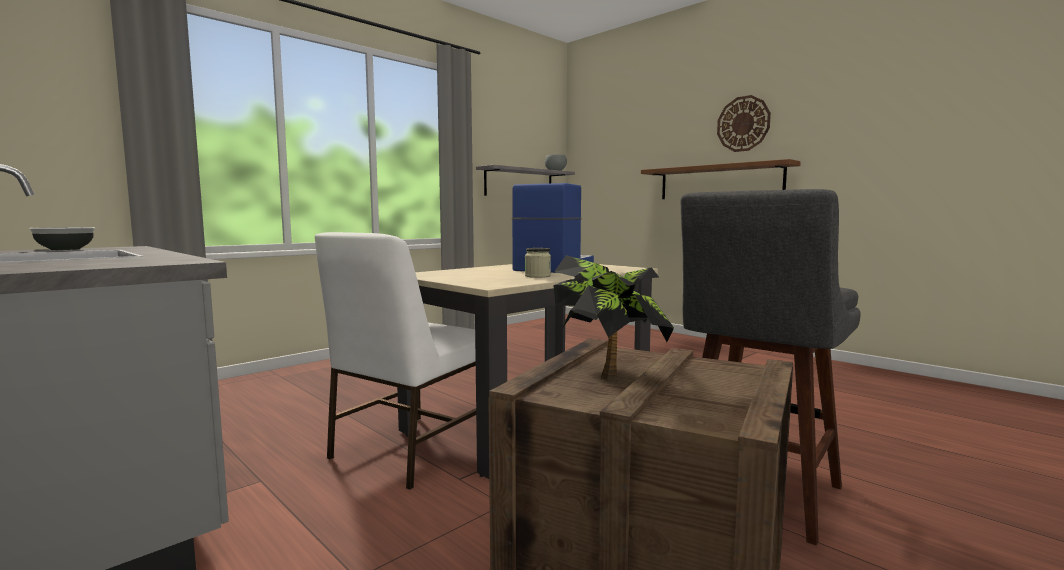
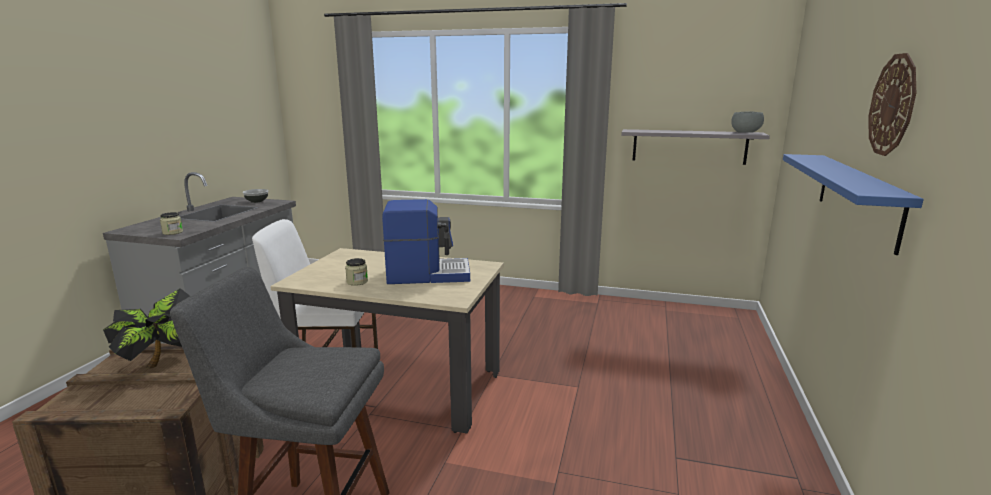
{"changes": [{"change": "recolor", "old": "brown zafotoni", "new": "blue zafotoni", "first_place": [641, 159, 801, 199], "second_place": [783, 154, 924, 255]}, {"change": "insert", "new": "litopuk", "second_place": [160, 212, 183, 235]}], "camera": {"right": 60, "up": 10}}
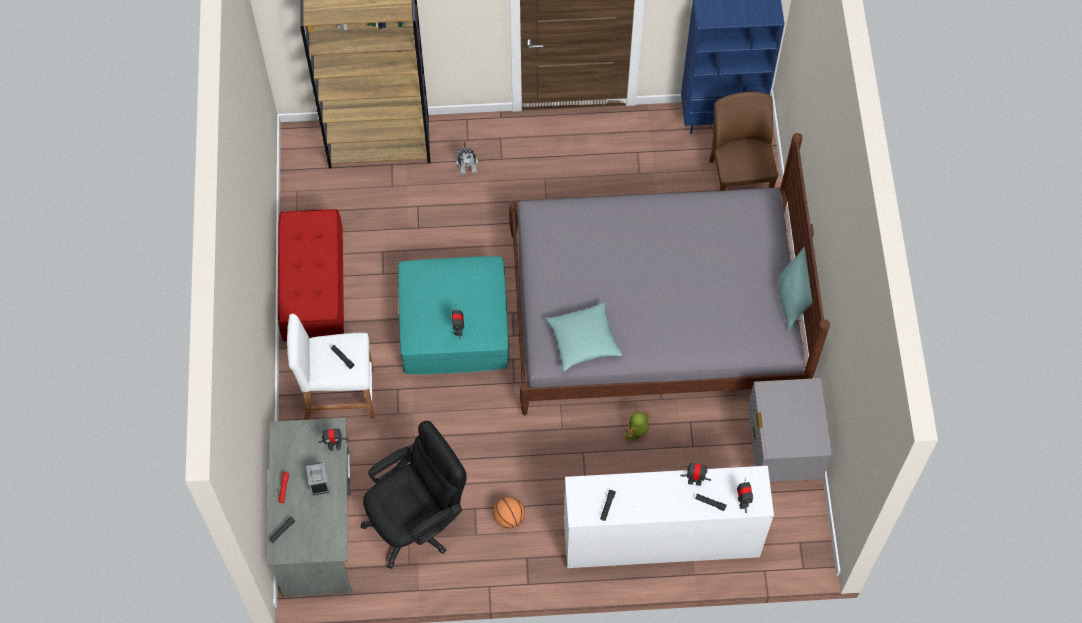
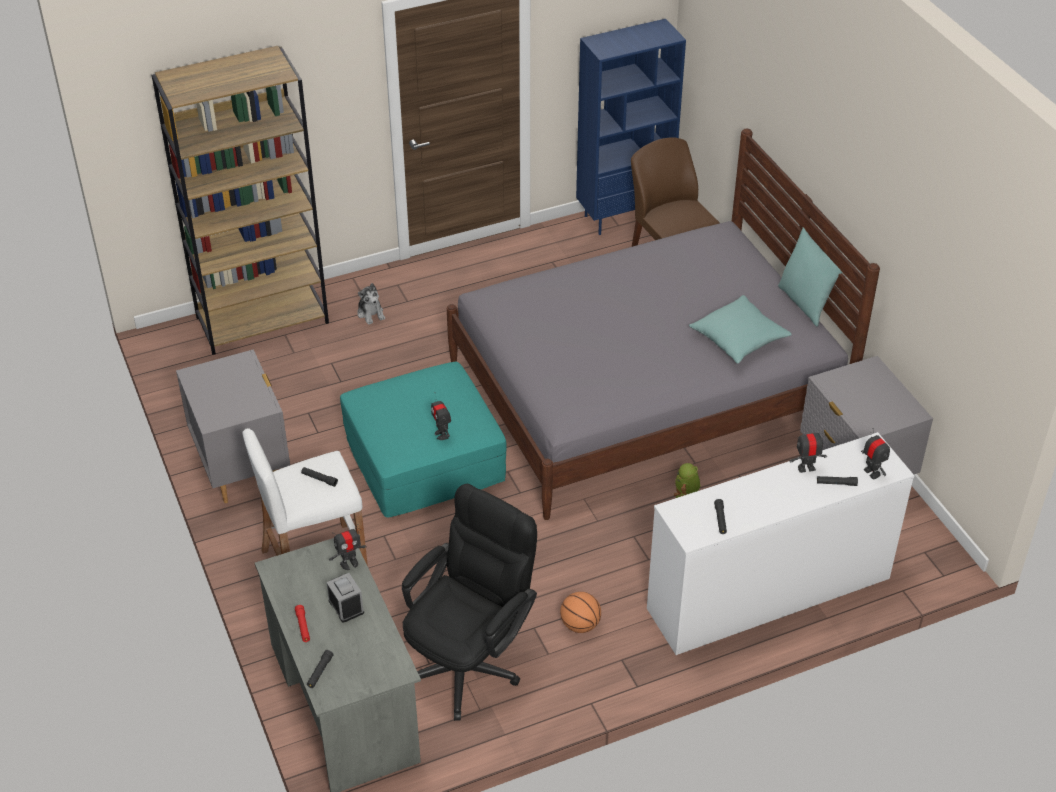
{"changes": [{"change": "replace", "old": "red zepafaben", "new": "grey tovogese", "first_place": [278, 209, 344, 341], "second_place": [176, 349, 290, 503]}, {"change": "move", "old": "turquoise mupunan", "first_place": [546, 301, 622, 371], "second_place": [689, 295, 792, 364]}], "camera": {"right": -20, "up": -20}}
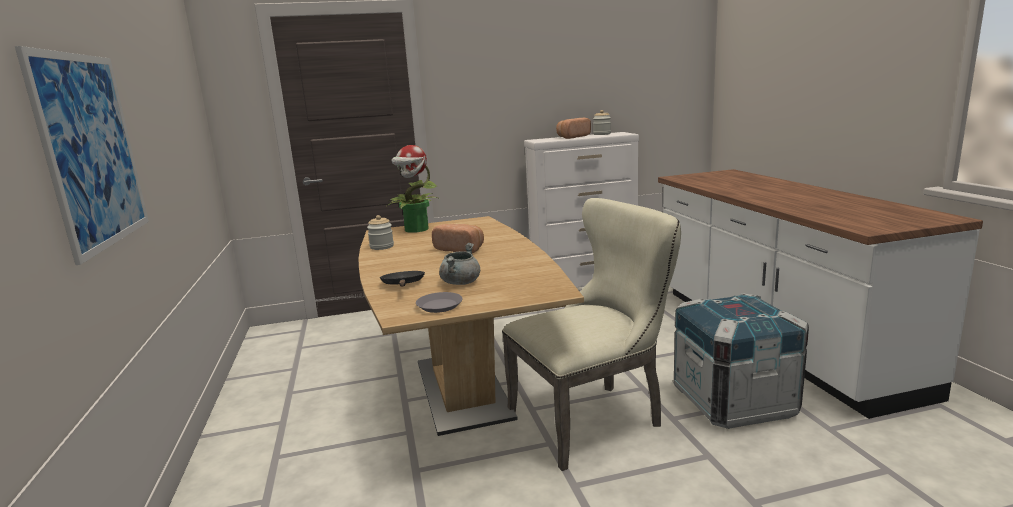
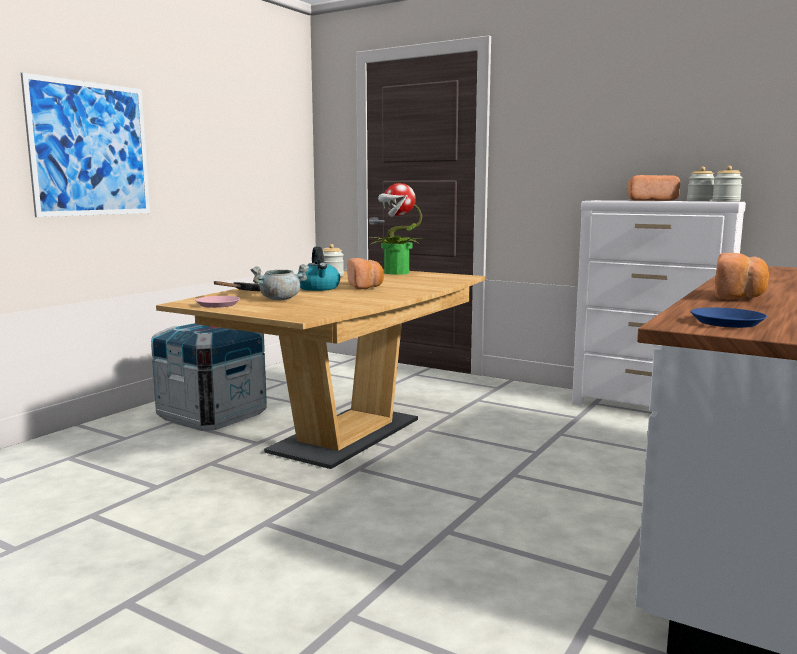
{"changes": [{"change": "delete", "old": "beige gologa", "first_place": [502, 198, 681, 471]}, {"change": "recolor", "old": "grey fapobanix", "new": "pink fapobanix", "first_place": [416, 292, 463, 313], "second_place": [195, 296, 240, 308]}, {"change": "move", "old": "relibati", "first_place": [674, 293, 809, 429], "second_place": [151, 323, 267, 431]}, {"change": "insert", "new": "litopuk", "second_place": [712, 166, 743, 202]}, {"change": "insert", "new": "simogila", "second_place": [297, 247, 340, 291]}, {"change": "insert", "new": "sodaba", "second_place": [715, 253, 769, 300]}, {"change": "insert", "new": "blue fapobanix", "second_place": [691, 308, 767, 328]}], "camera": {"right": 45, "up": -5}}
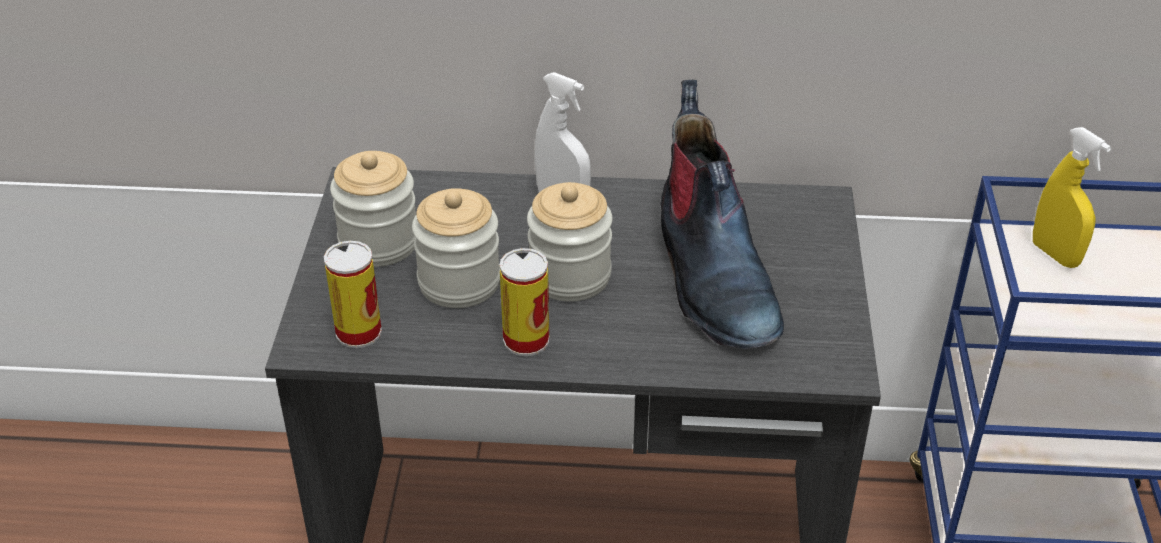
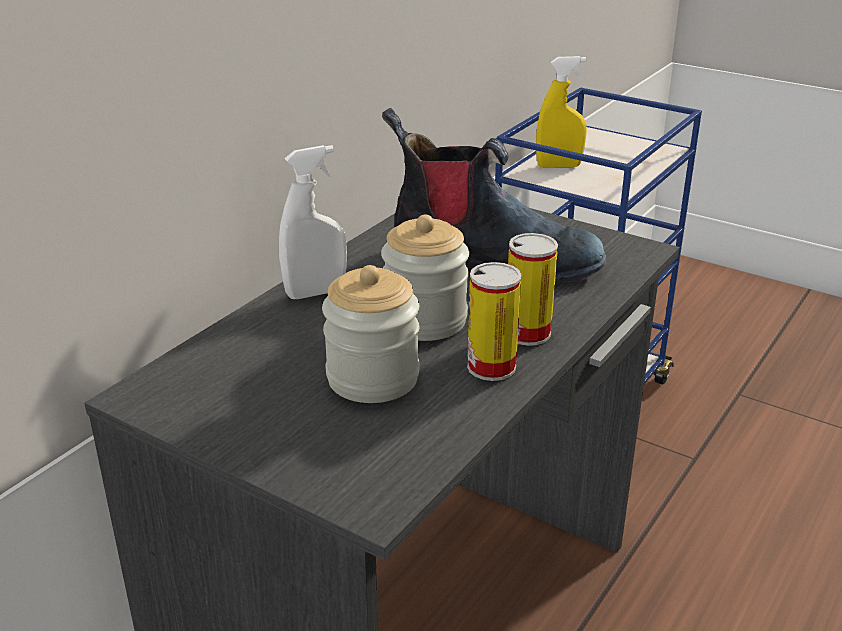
{"changes": [{"change": "delete", "old": "litopuk", "first_place": [330, 151, 416, 267]}, {"change": "move", "old": "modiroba", "first_place": [324, 241, 382, 348], "second_place": [508, 233, 558, 346]}], "camera": {"right": -60, "up": -10}}
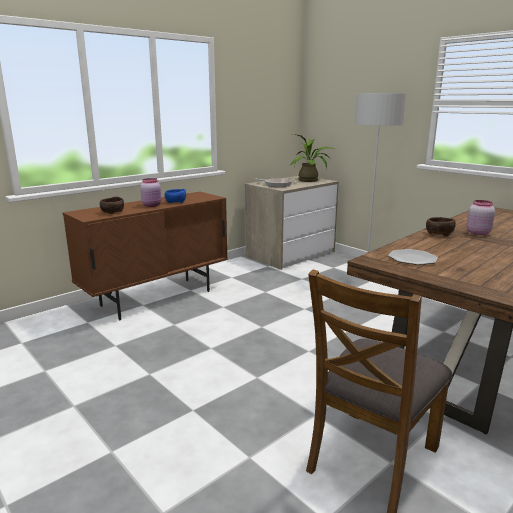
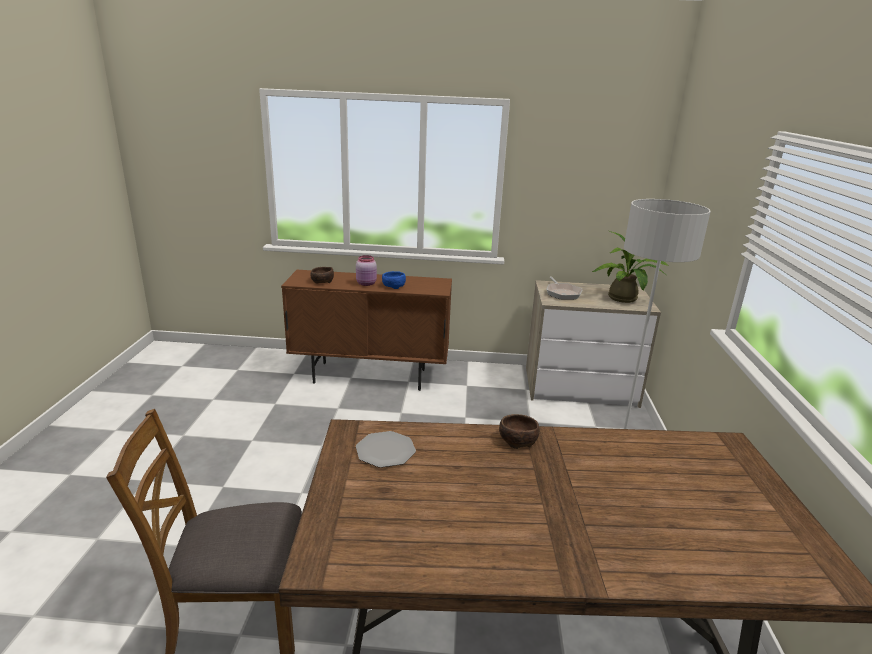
{"changes": [{"change": "delete", "old": "pink litopuk", "first_place": [466, 200, 495, 235]}], "camera": {"right": 45, "up": 5}}
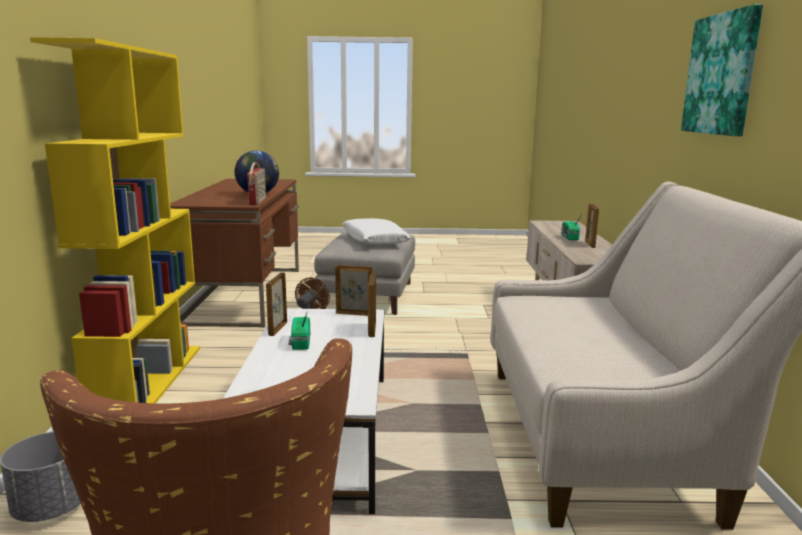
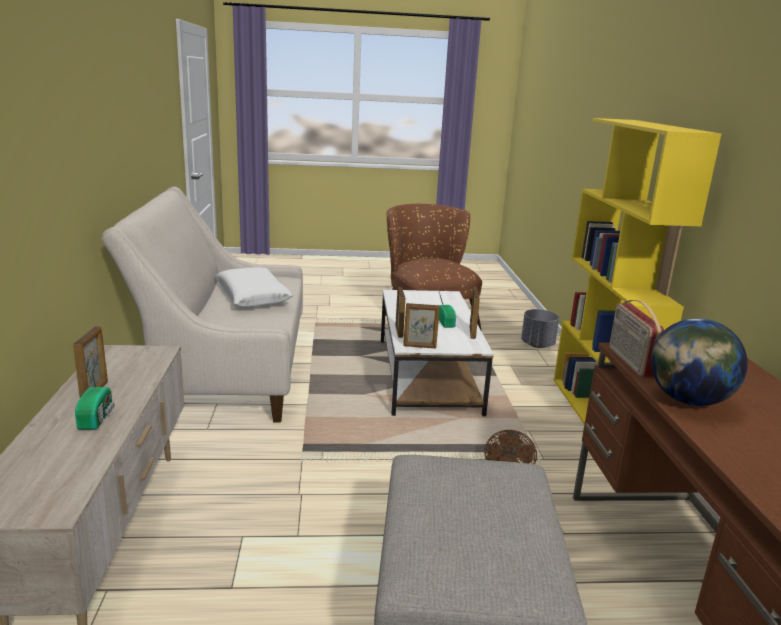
{"changes": [{"change": "delete", "old": "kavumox", "first_place": [681, 4, 763, 136]}, {"change": "move", "old": "white mupunan", "first_place": [342, 218, 411, 244], "second_place": [215, 267, 293, 307]}], "camera": {"right": 175, "up": 5}}
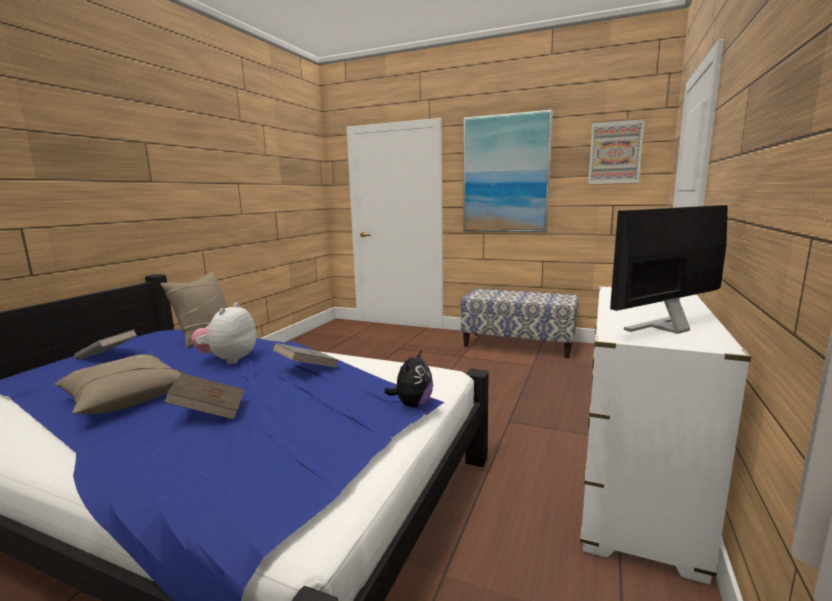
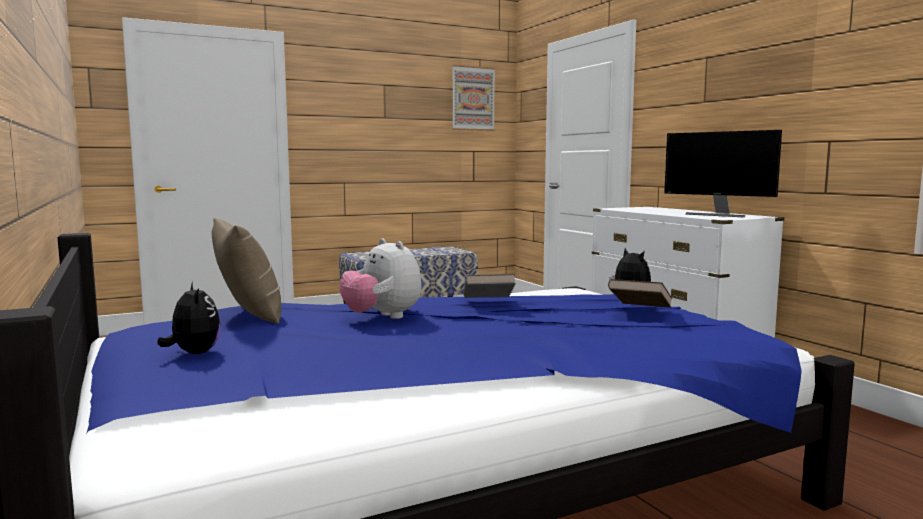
{"changes": [{"change": "delete", "old": "kavumox", "first_place": [463, 110, 553, 232]}, {"change": "rotate", "old": "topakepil", "first_place": [610, 205, 728, 334], "second_place": [664, 130, 782, 217], "degrees": -60}, {"change": "replace", "old": "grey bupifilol", "new": "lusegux", "first_place": [74, 329, 138, 360], "second_place": [157, 282, 221, 354]}, {"change": "delete", "old": "beige mupunan", "first_place": [54, 354, 182, 415]}, {"change": "move", "old": "brown bupifilol", "first_place": [164, 373, 245, 420], "second_place": [608, 279, 672, 308]}], "camera": {"right": -50, "up": -5}}
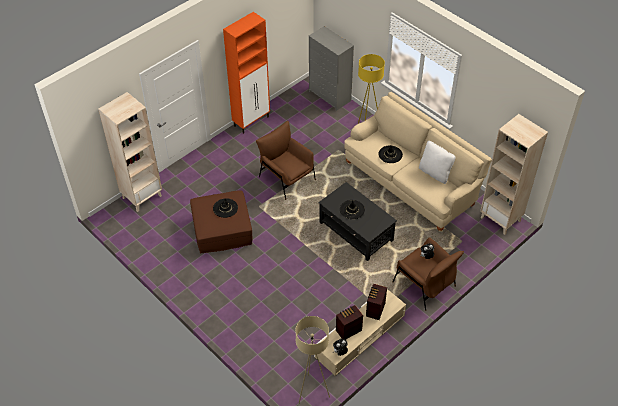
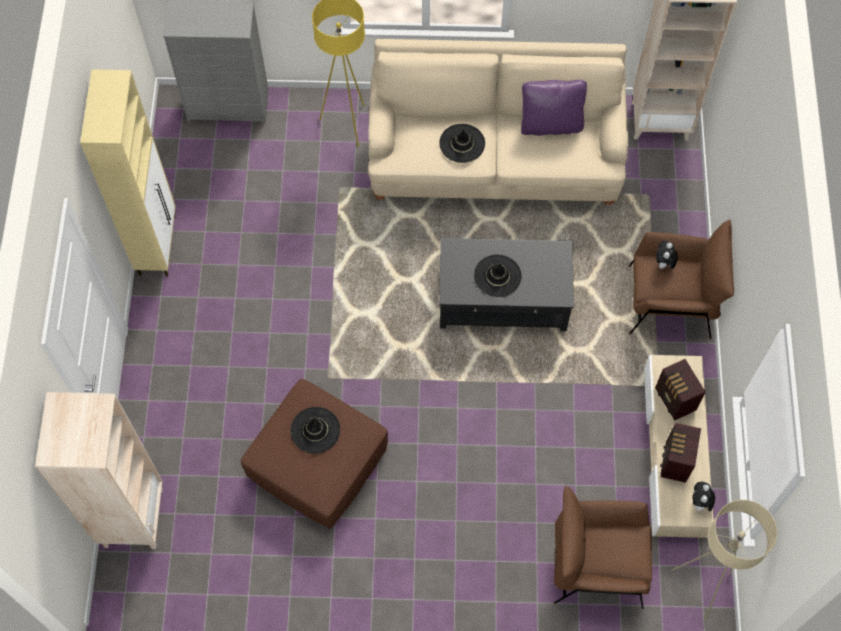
{"changes": [{"change": "recolor", "old": "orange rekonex", "new": "beige rekonex", "first_place": [223, 12, 270, 134], "second_place": [80, 69, 176, 276]}, {"change": "move", "old": "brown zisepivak", "first_place": [256, 121, 316, 200], "second_place": [554, 486, 652, 609]}, {"change": "recolor", "old": "white mupunan", "new": "purple mupunan", "first_place": [419, 141, 455, 184], "second_place": [521, 80, 587, 136]}], "camera": {"right": -45, "up": 15}}
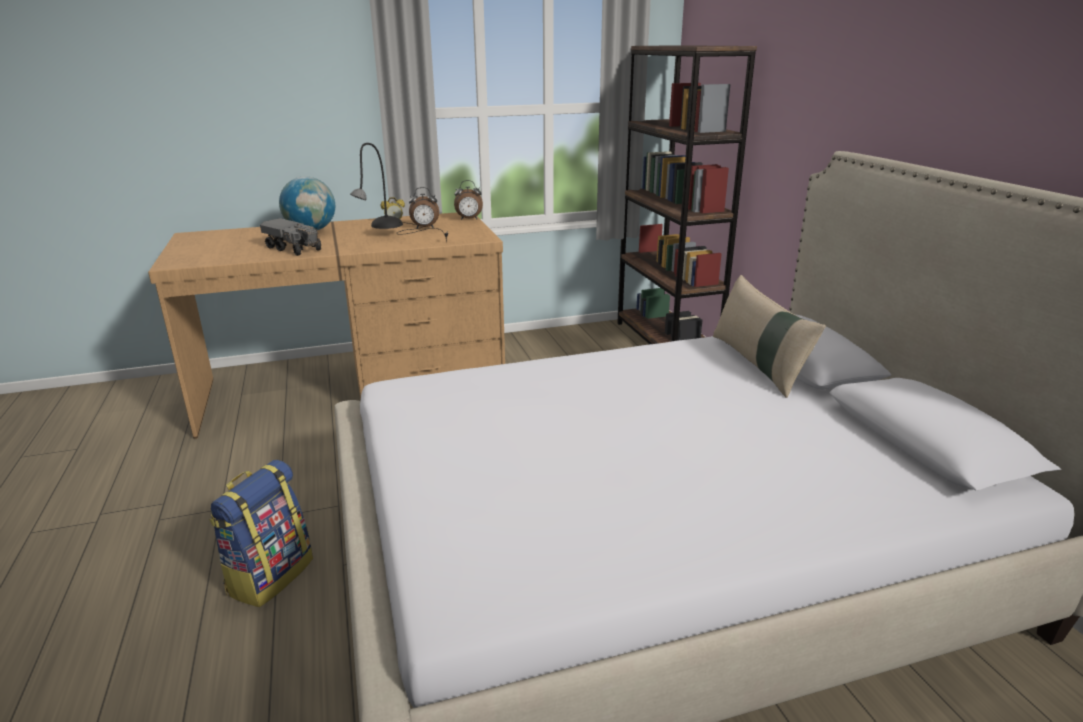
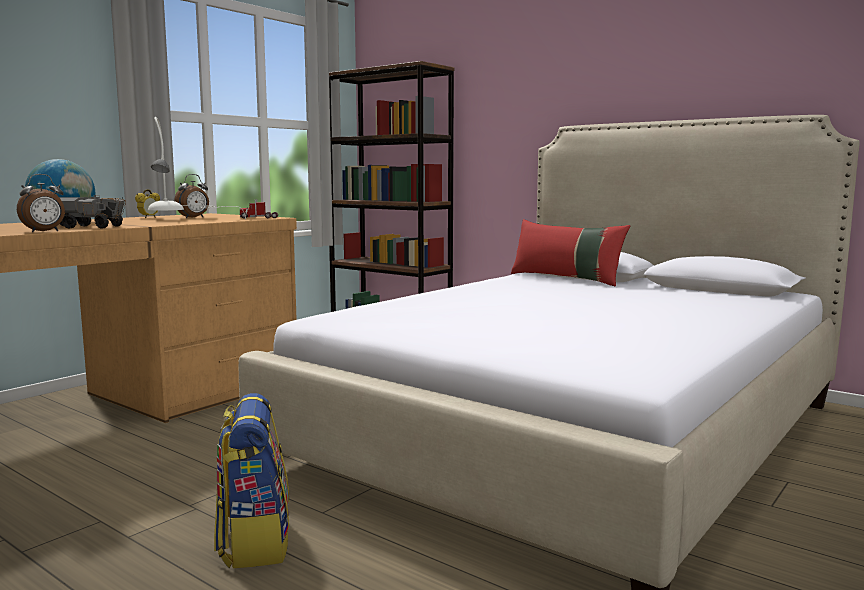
{"changes": [{"change": "recolor", "old": "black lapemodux", "new": "white lapemodux", "first_place": [350, 143, 448, 242], "second_place": [148, 117, 248, 220]}, {"change": "move", "old": "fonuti", "first_place": [454, 180, 483, 220], "second_place": [17, 174, 65, 232]}, {"change": "recolor", "old": "beige mupunan", "new": "red mupunan", "first_place": [713, 275, 826, 398], "second_place": [511, 219, 630, 286]}, {"change": "insert", "new": "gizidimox", "second_place": [240, 199, 278, 218]}], "camera": {"right": -35, "up": -15}}
